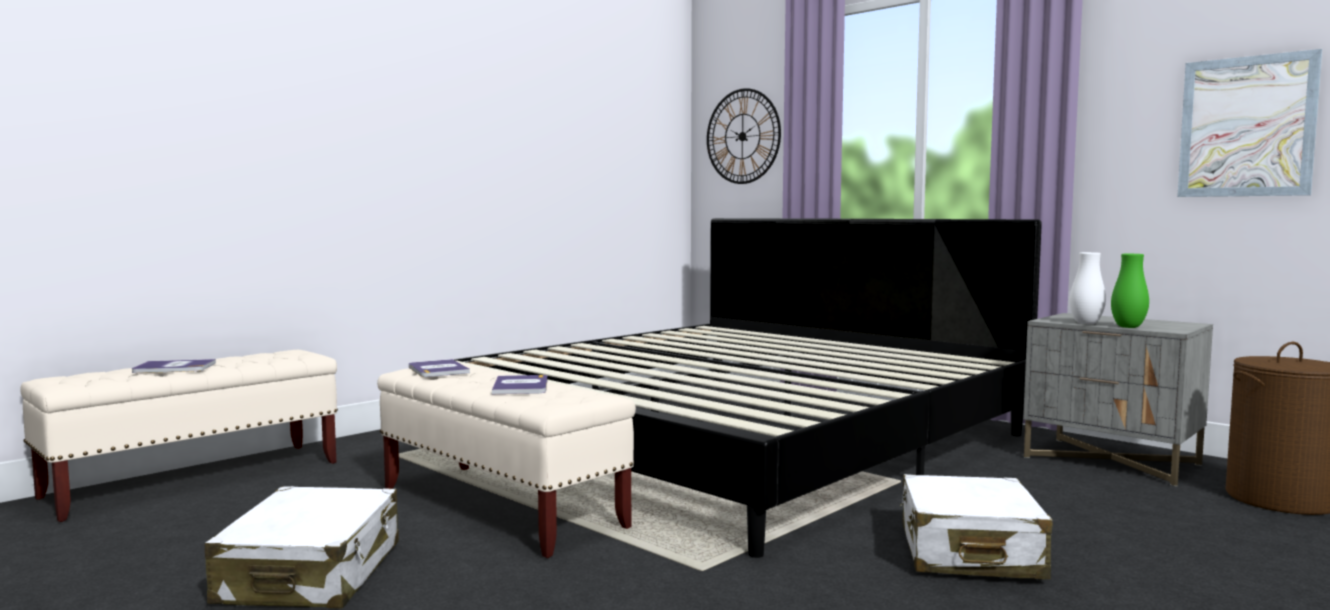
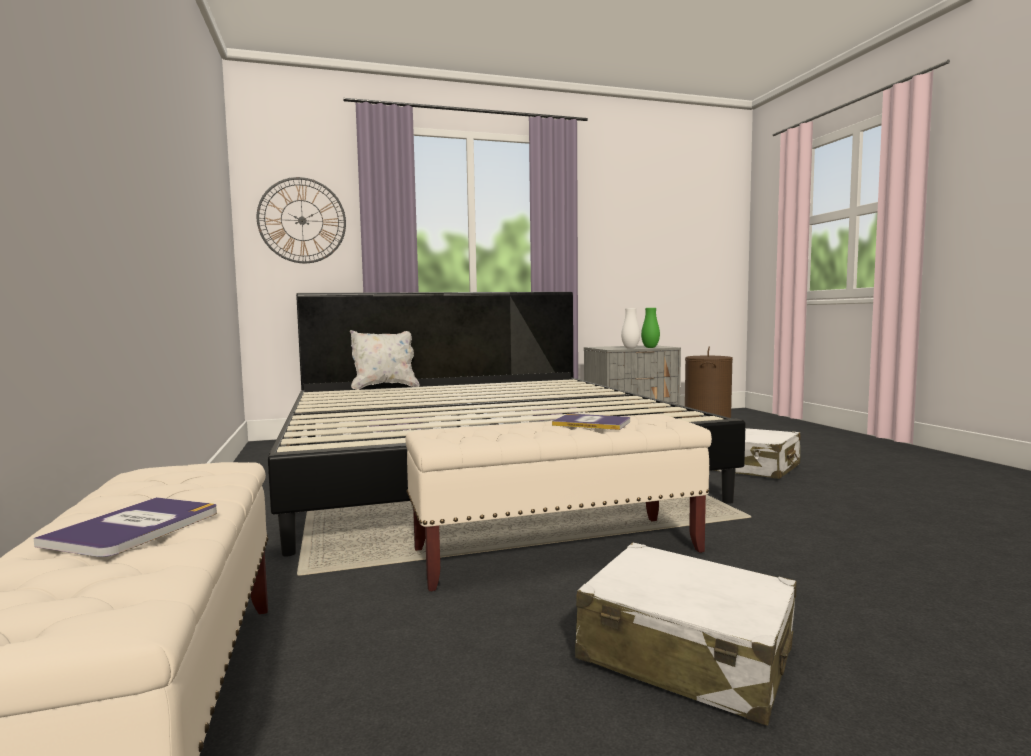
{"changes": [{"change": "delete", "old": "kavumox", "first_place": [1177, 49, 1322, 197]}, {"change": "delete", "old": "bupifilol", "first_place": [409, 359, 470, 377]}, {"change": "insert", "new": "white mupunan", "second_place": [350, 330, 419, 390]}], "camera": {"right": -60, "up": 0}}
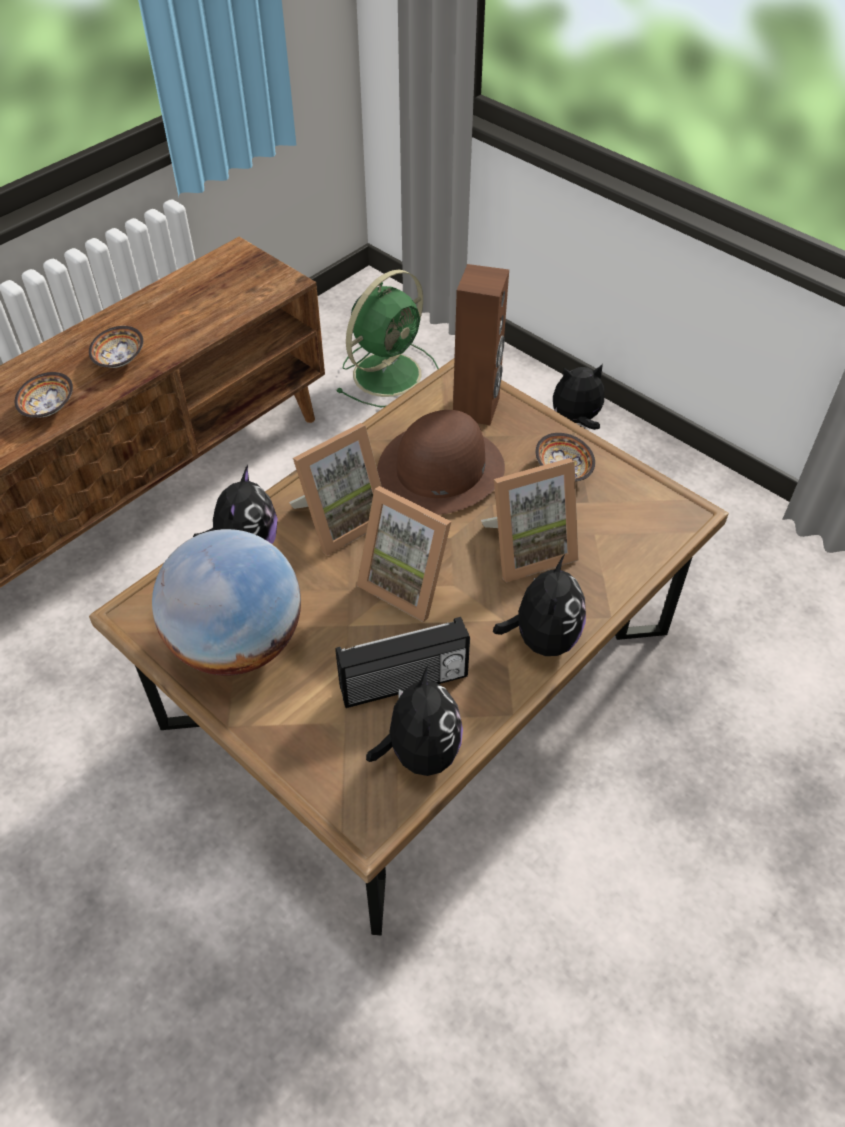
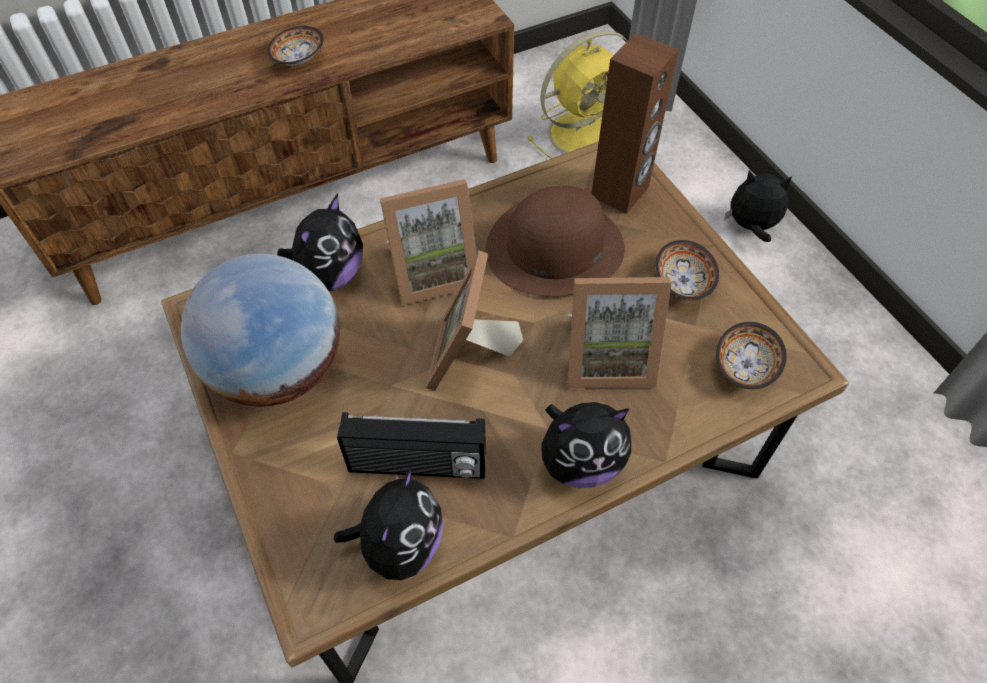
{"changes": [{"change": "recolor", "old": "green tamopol", "new": "yellow tamopol", "first_place": [337, 270, 439, 407], "second_place": [527, 30, 628, 159]}, {"change": "move", "old": "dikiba", "first_place": [15, 372, 73, 418], "second_place": [716, 322, 787, 389]}, {"change": "rotate", "old": "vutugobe", "first_place": [357, 486, 451, 622], "second_place": [426, 250, 523, 391], "degrees": 45}, {"change": "rotate", "old": "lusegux", "first_place": [493, 554, 586, 656], "second_place": [541, 402, 631, 488], "degrees": 45}], "camera": {"right": 20, "up": 5}}
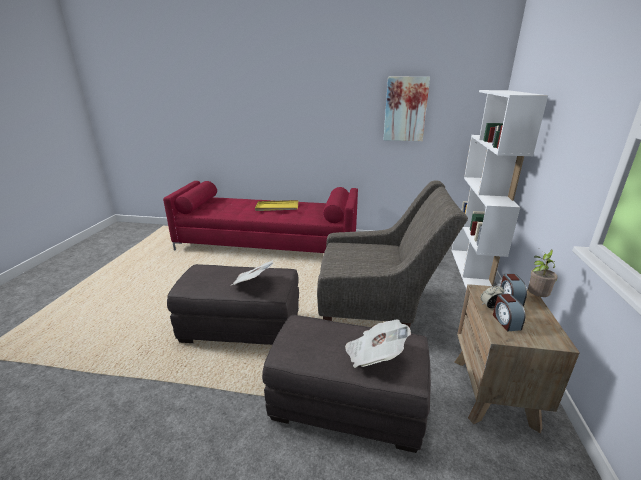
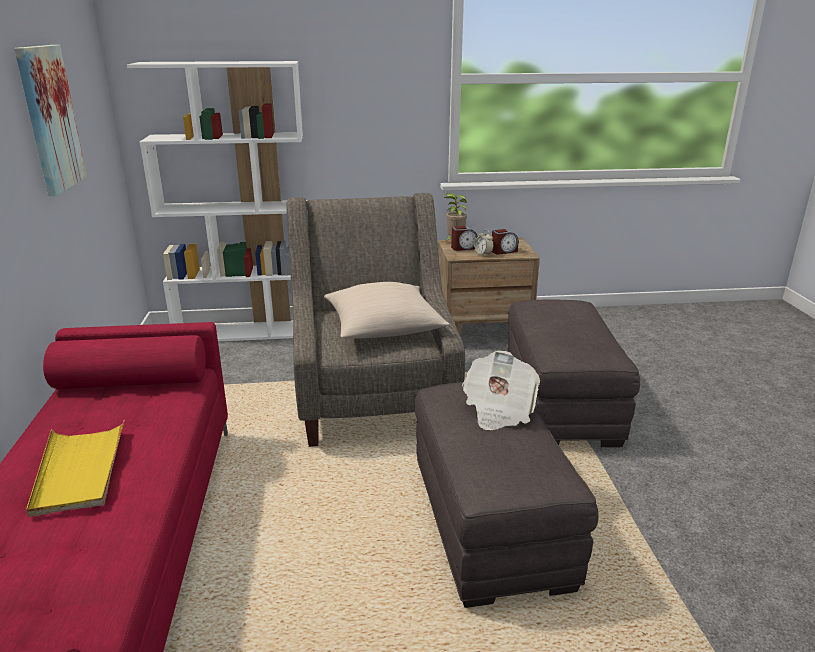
{"changes": [{"change": "delete", "old": "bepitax", "first_place": [345, 319, 411, 368]}, {"change": "insert", "new": "beige mupunan", "second_place": [324, 282, 450, 339]}], "camera": {"right": -105, "up": 0}}
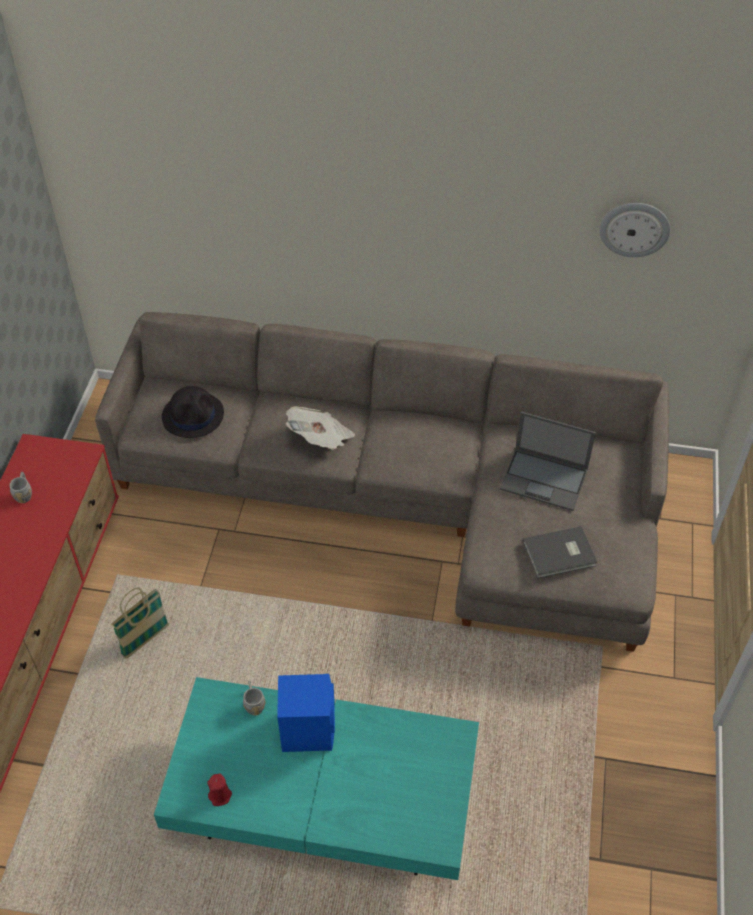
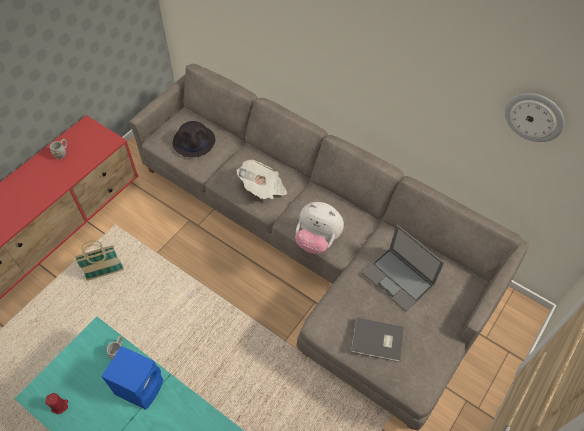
{"changes": [{"change": "insert", "new": "lusegux", "second_place": [295, 202, 344, 254]}], "camera": {"right": 25, "up": 5}}
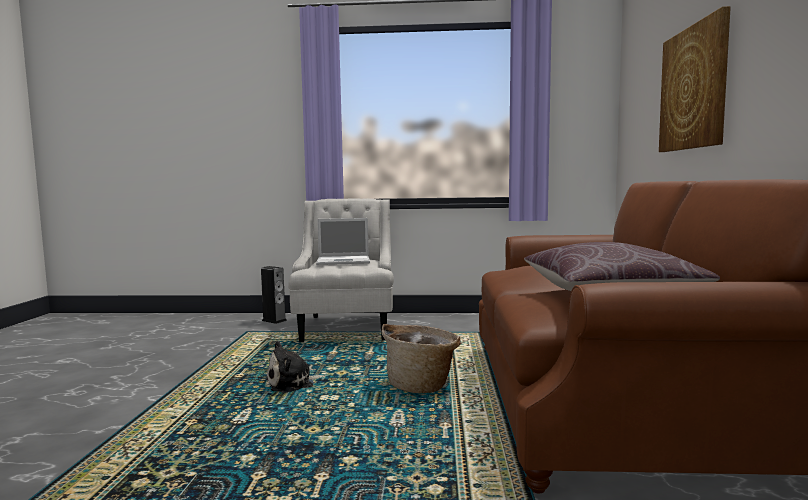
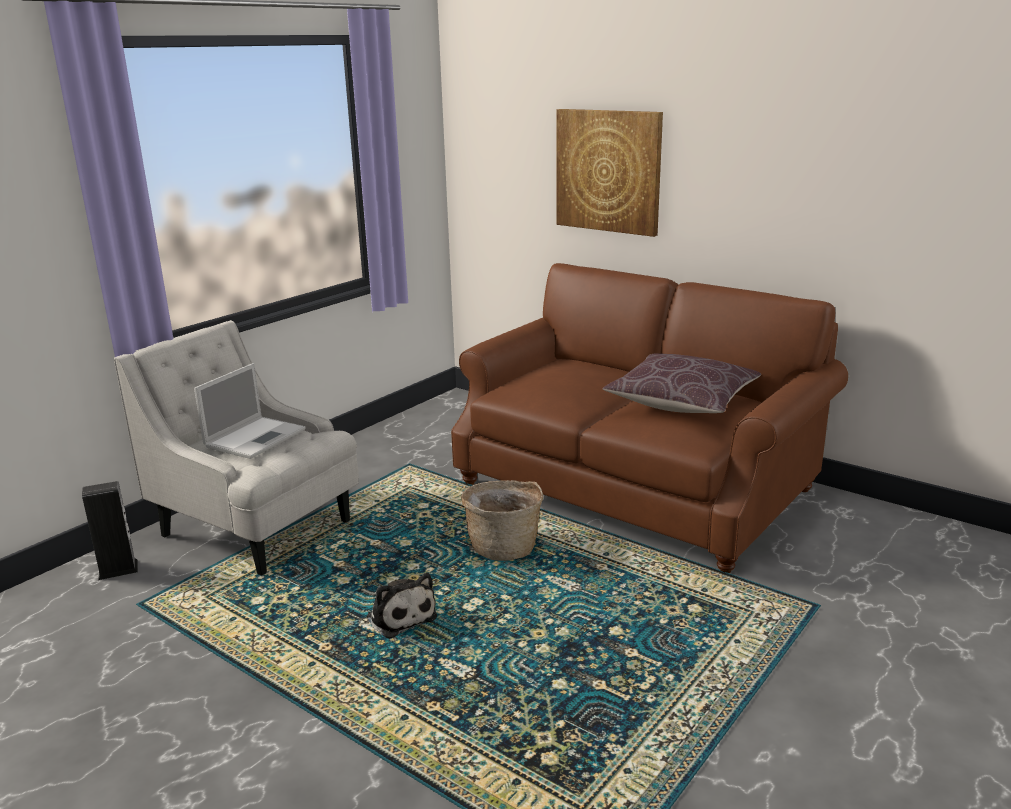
{"changes": [{"change": "rotate", "old": "lusegux", "first_place": [266, 341, 326, 393], "second_place": [367, 573, 437, 639], "degrees": -45}], "camera": {"right": -55, "up": 15}}
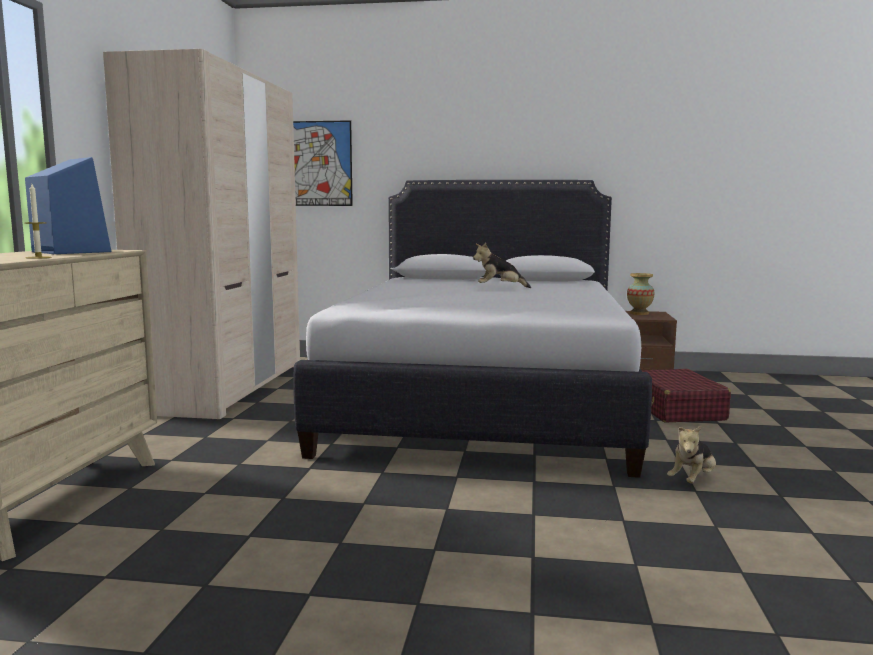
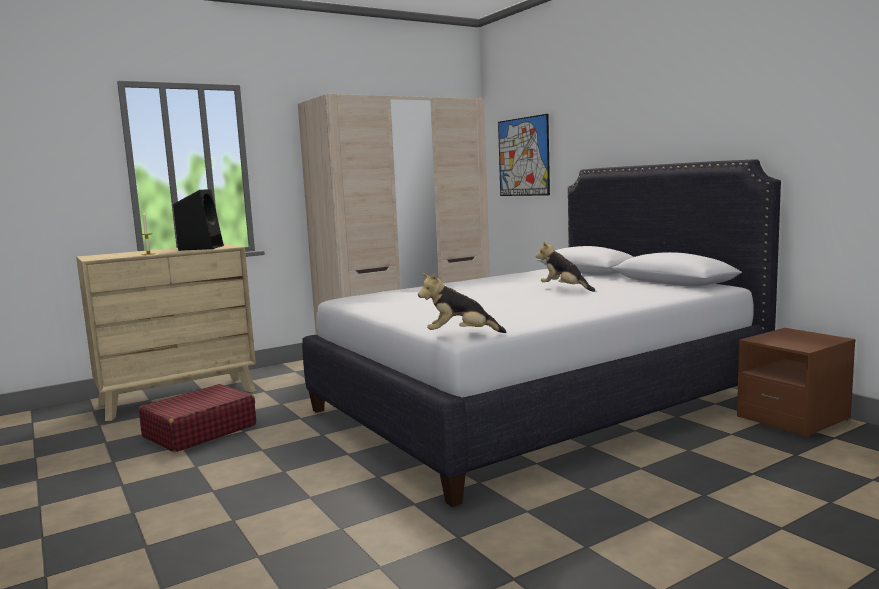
{"changes": [{"change": "recolor", "old": "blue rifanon", "new": "black rifanon", "first_place": [25, 157, 111, 254], "second_place": [173, 189, 224, 251]}, {"change": "delete", "old": "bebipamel", "first_place": [627, 273, 654, 315]}, {"change": "move", "old": "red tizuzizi", "first_place": [642, 369, 731, 422], "second_place": [139, 384, 256, 452]}, {"change": "move", "old": "lusegux", "first_place": [667, 426, 716, 483], "second_place": [418, 273, 507, 333]}], "camera": {"right": 50, "up": 0}}
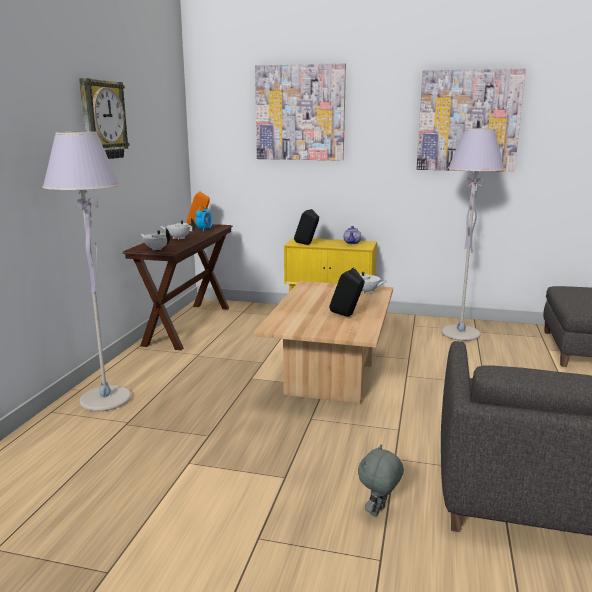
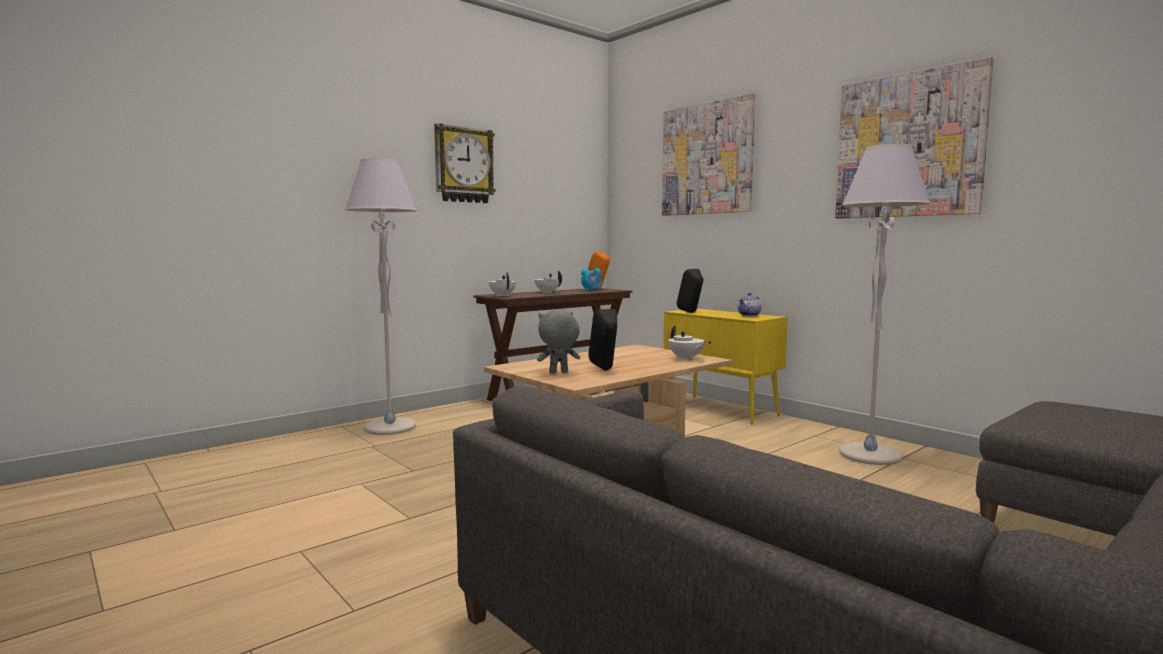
{"changes": [{"change": "move", "old": "grey lusegux", "first_place": [358, 444, 404, 517], "second_place": [537, 310, 580, 374]}], "camera": {"right": 35, "up": -10}}
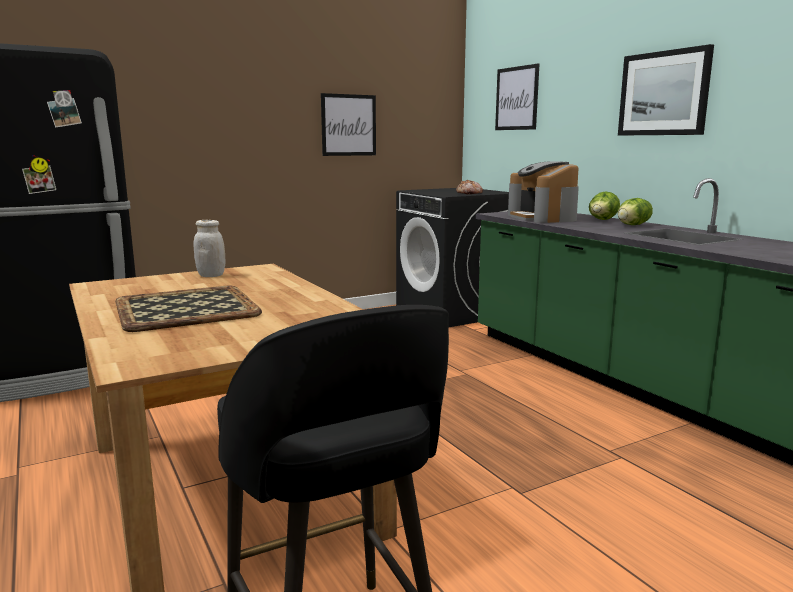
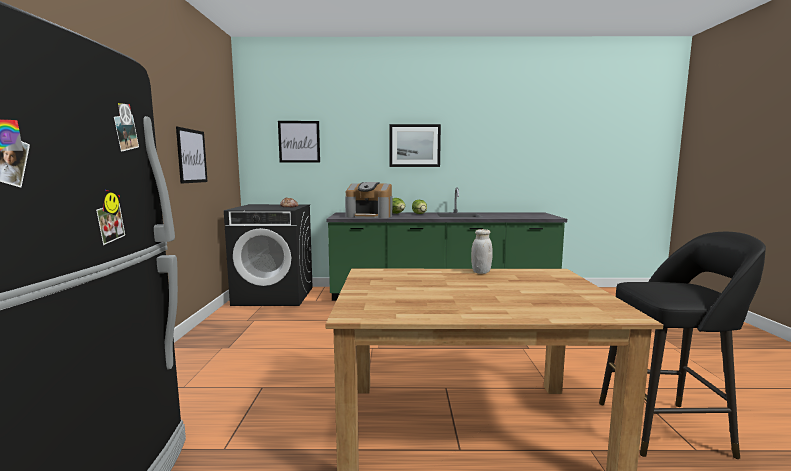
{"changes": [{"change": "move", "old": "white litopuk", "first_place": [193, 220, 225, 277], "second_place": [471, 229, 492, 274]}, {"change": "delete", "old": "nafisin", "first_place": [115, 286, 262, 332]}], "camera": {"right": -60, "up": -5}}
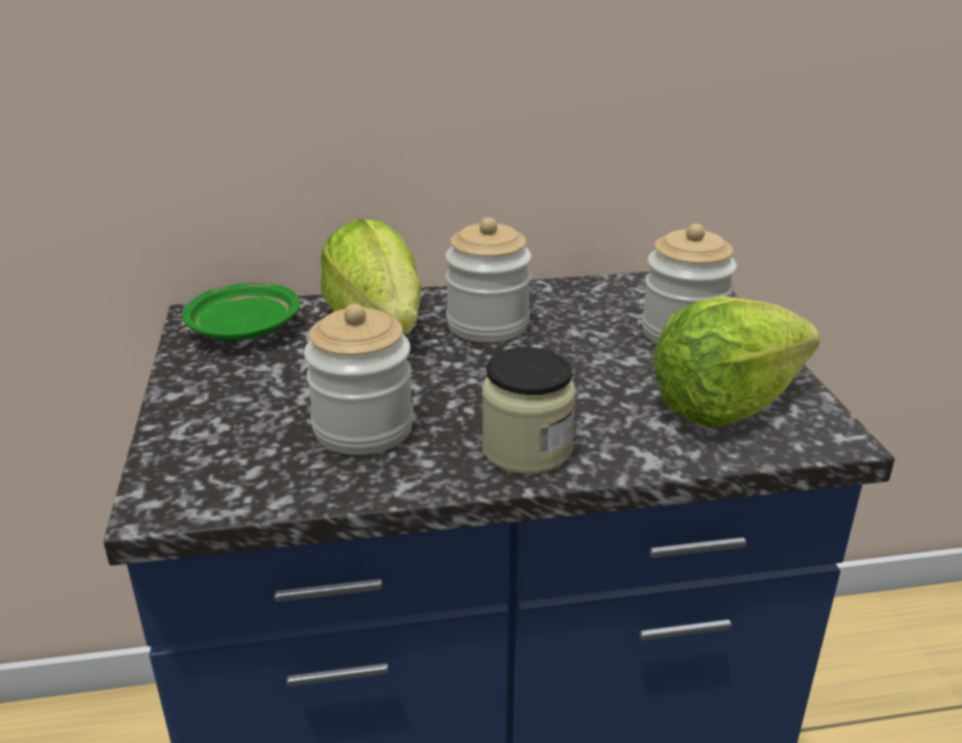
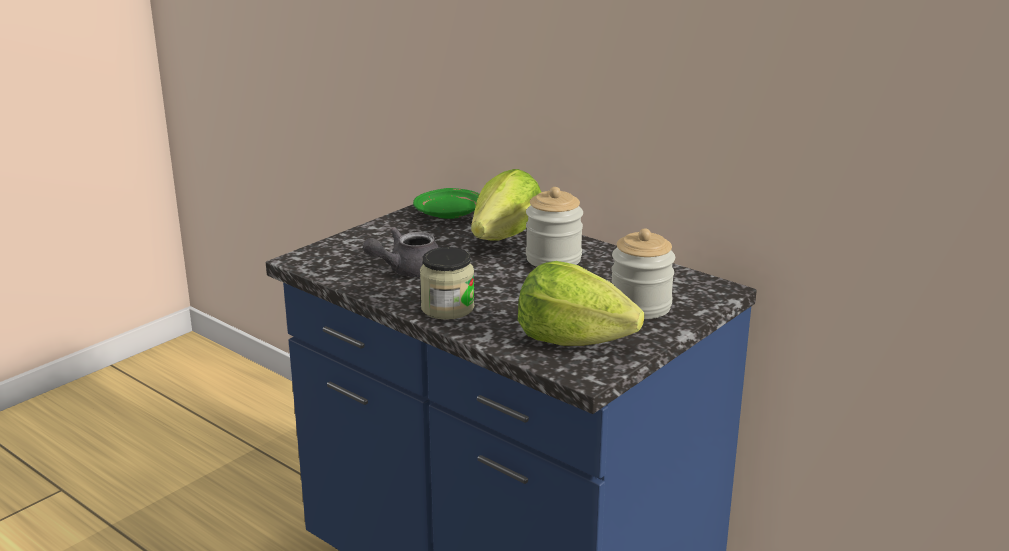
{"changes": [{"change": "replace", "old": "litopuk", "new": "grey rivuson", "first_place": [304, 304, 413, 455], "second_place": [363, 227, 440, 277]}], "camera": {"right": 50, "up": -5}}
